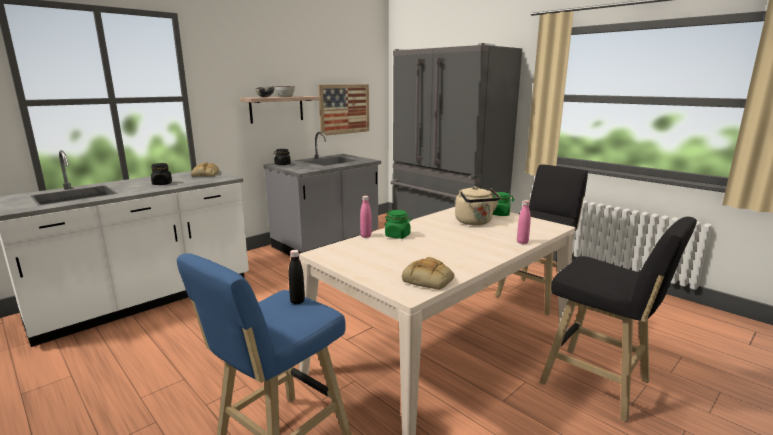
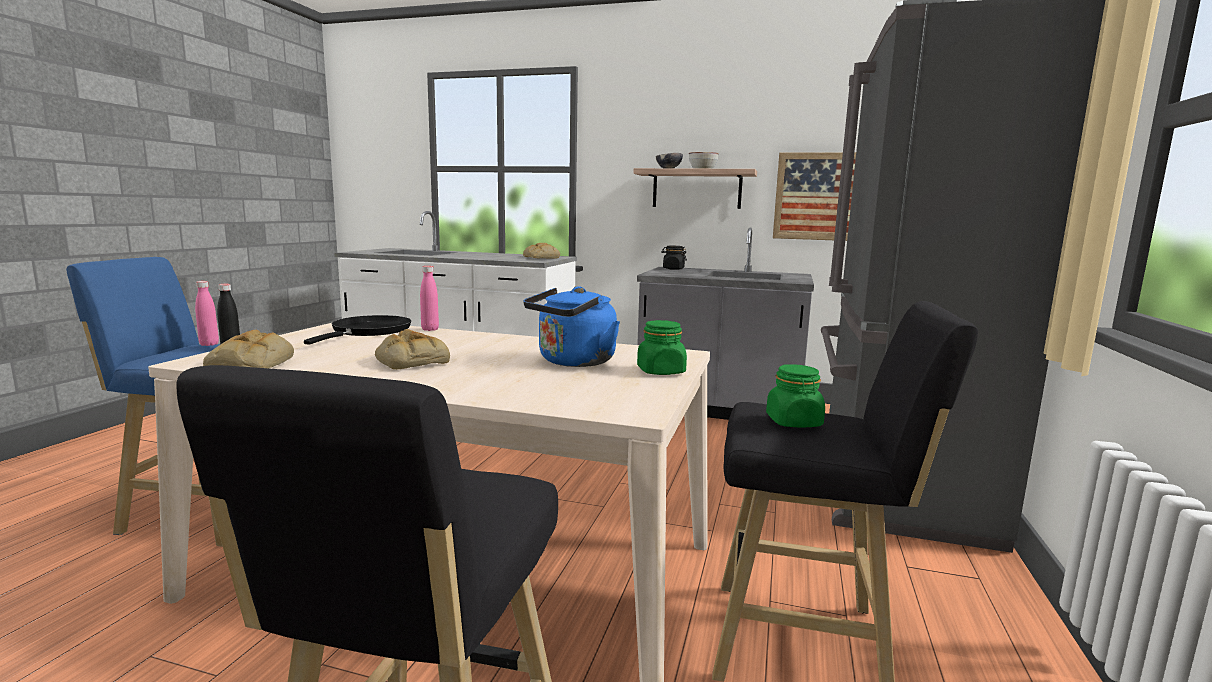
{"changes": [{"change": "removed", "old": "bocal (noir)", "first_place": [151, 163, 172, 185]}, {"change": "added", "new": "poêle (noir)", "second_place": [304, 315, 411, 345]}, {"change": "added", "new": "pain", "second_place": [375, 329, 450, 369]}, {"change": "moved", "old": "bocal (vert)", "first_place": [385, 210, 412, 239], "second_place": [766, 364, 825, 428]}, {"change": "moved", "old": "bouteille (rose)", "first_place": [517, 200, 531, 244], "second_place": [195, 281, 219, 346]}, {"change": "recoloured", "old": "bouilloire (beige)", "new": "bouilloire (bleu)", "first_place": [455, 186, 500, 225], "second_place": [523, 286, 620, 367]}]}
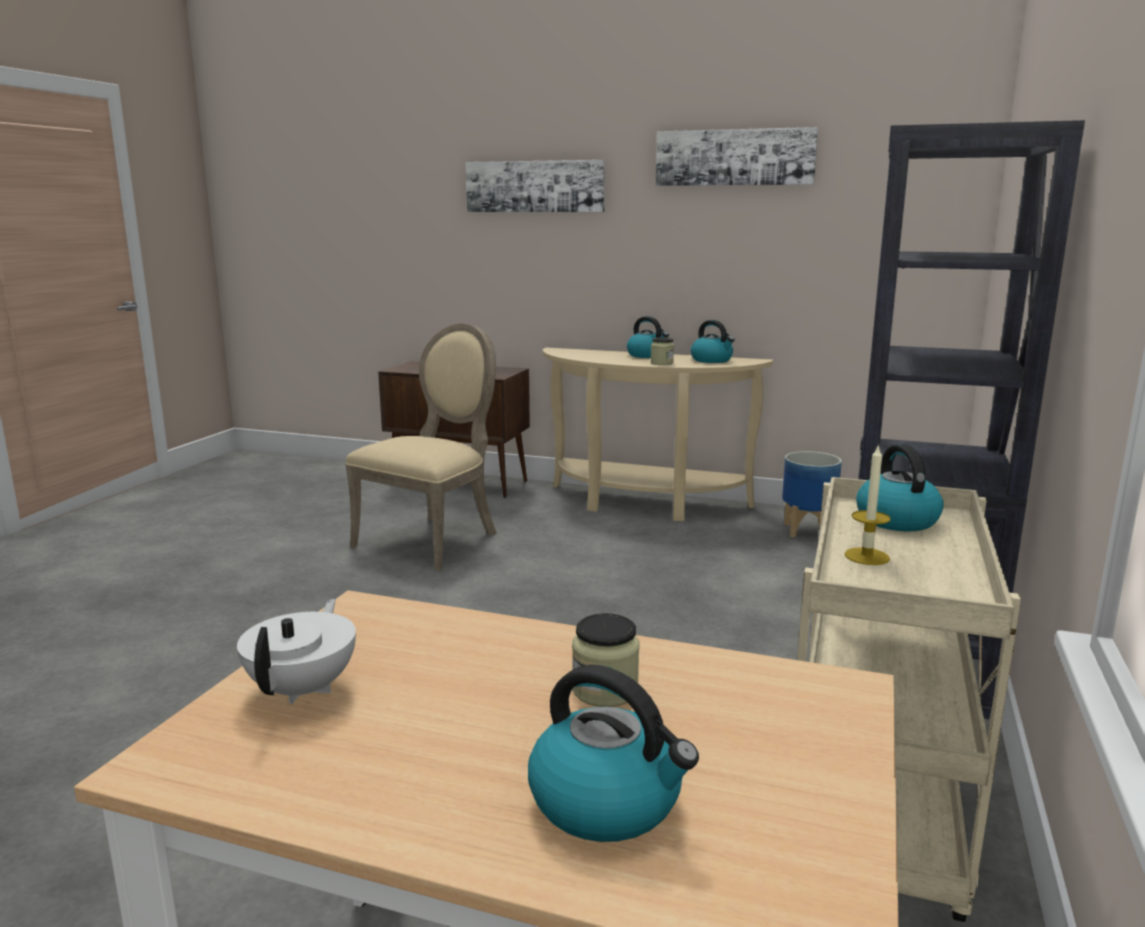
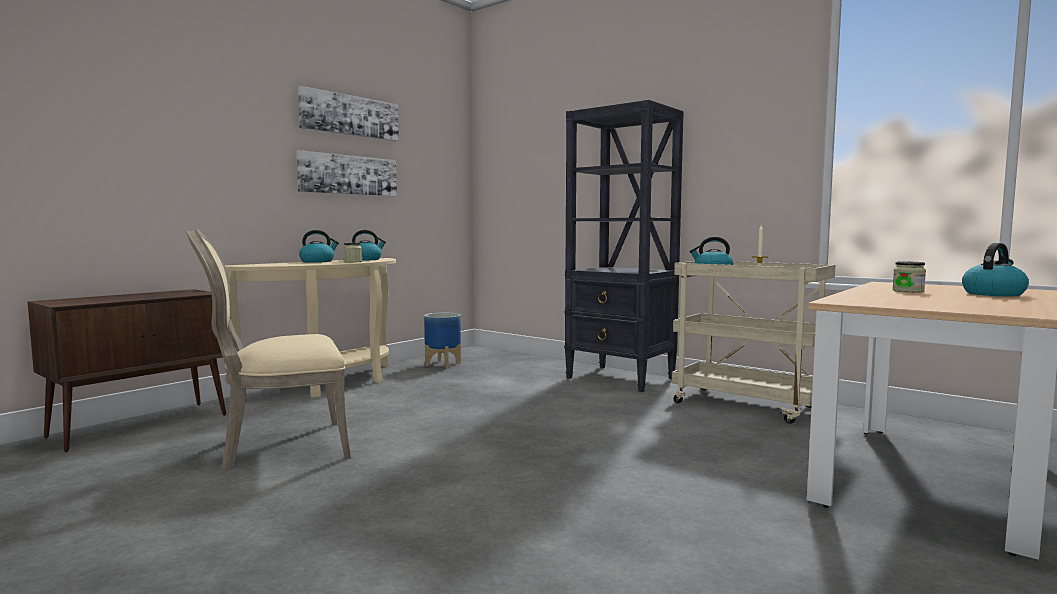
{"changes": [{"change": "removed", "old": "théière (blanc)", "first_place": [237, 599, 356, 704]}, {"change": "moved", "old": "tableau", "first_place": [465, 160, 605, 212], "second_place": [296, 150, 397, 196]}, {"change": "turned", "old": "chaise (beige)", "first_place": [345, 324, 497, 571], "second_place": [186, 229, 351, 471], "degrees": -75}]}
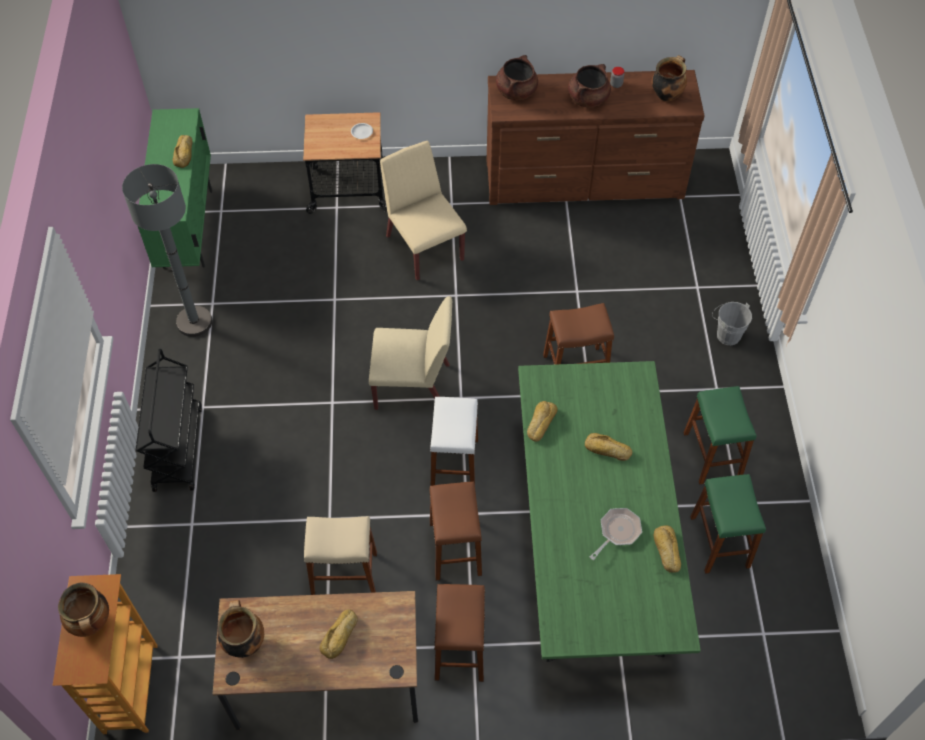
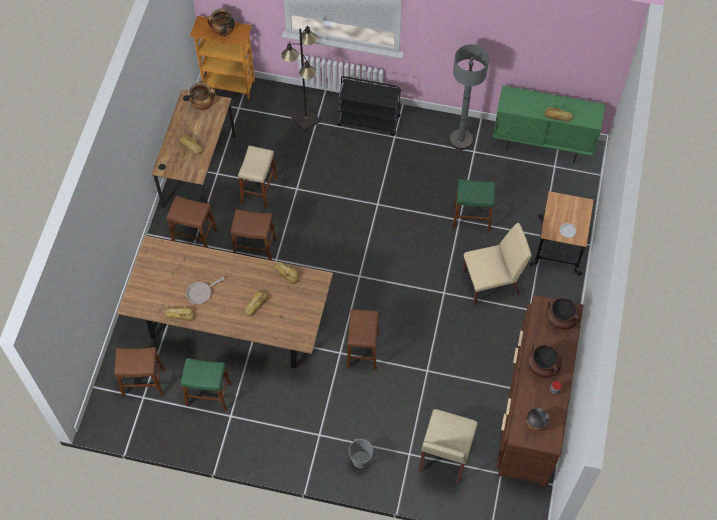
{"changes": [{"change": "removed", "old": "tabouret (blanc)", "first_place": [430, 397, 478, 486]}, {"change": "added", "new": "tabouret (marron)", "second_place": [114, 347, 165, 397]}, {"change": "added", "new": "lampadaire (noir)", "second_place": [281, 26, 321, 132]}, {"change": "moved", "old": "chaise (beige)", "first_place": [369, 296, 452, 410], "second_place": [419, 409, 478, 483]}, {"change": "moved", "old": "tabouret (vert)", "first_place": [683, 386, 756, 484], "second_place": [452, 179, 495, 231]}, {"change": "replaced", "old": "marmite", "new": "bol", "first_place": [652, 55, 687, 101], "second_place": [527, 408, 549, 431]}, {"change": "recoloured", "old": "table à manger (vert)", "new": "table à manger (marron)", "first_place": [518, 361, 701, 662], "second_place": [117, 236, 333, 369]}, {"change": "turned", "old": "poêle", "first_place": [590, 508, 642, 560], "second_place": [186, 277, 224, 304], "degrees": 90}]}
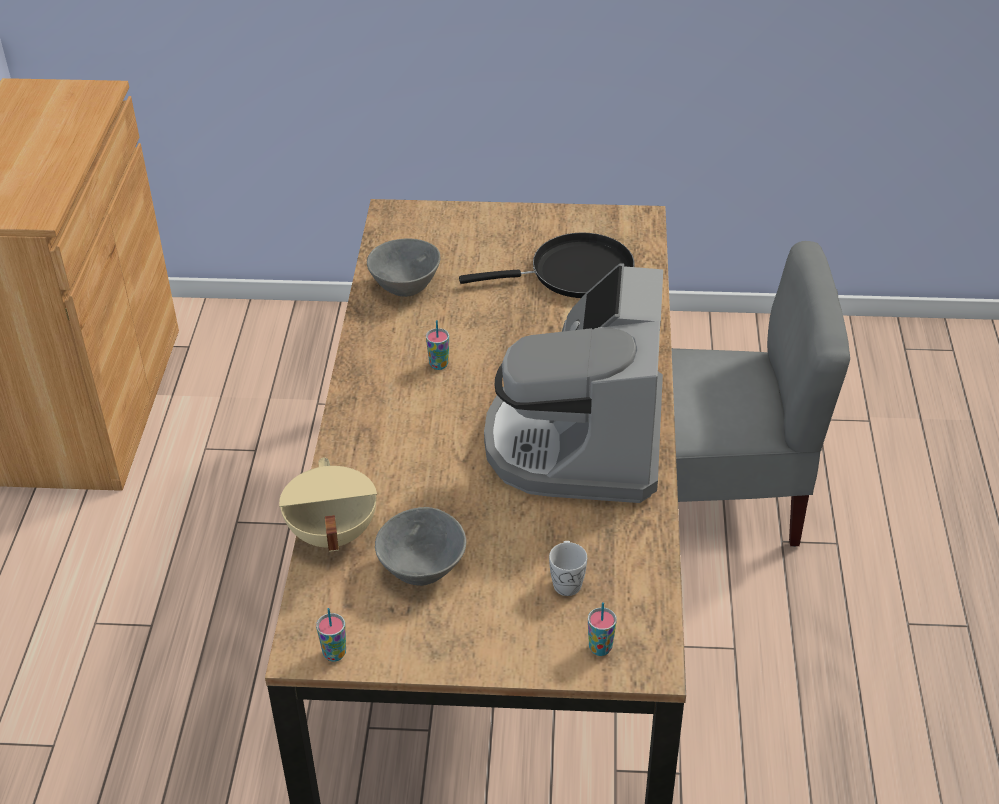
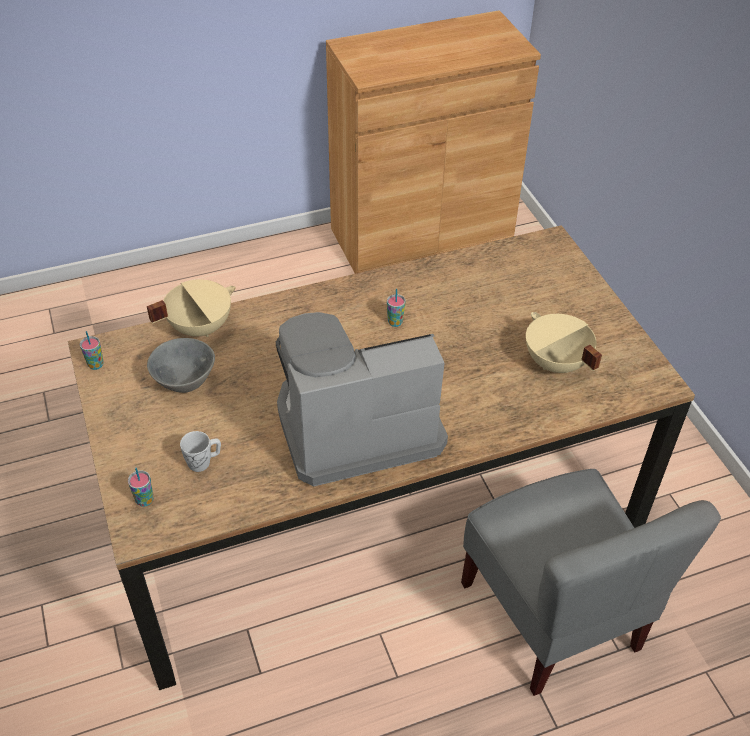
{"changes": [{"change": "removed", "old": "bol (gris)", "first_place": [367, 239, 440, 297]}, {"change": "replaced", "old": "poêle (noir)", "new": "marmite (beige)", "first_place": [459, 232, 634, 298], "second_place": [526, 312, 602, 373]}]}
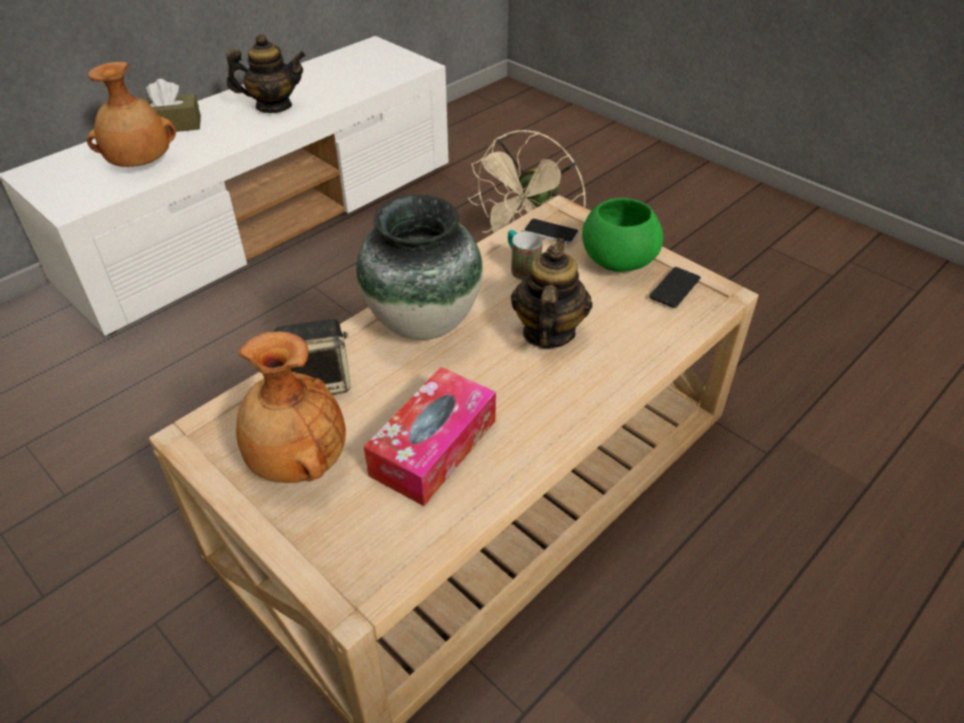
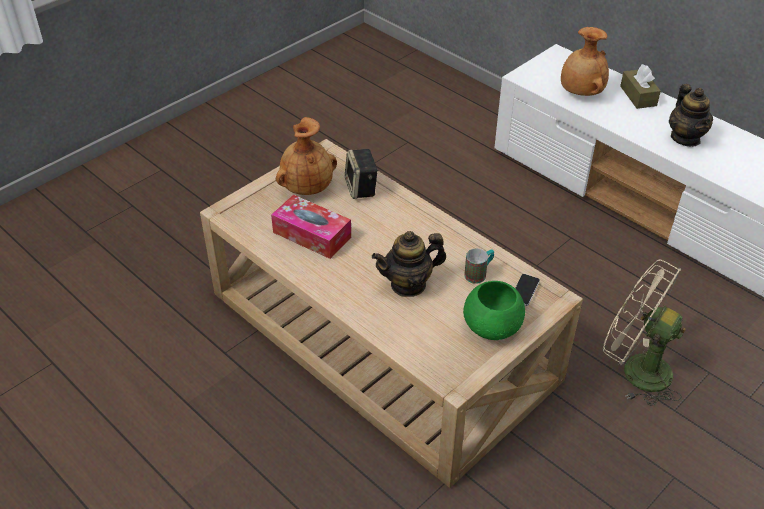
{"changes": [{"change": "removed", "old": "vase", "first_place": [356, 195, 483, 340]}, {"change": "removed", "old": "téléphone", "first_place": [649, 267, 701, 308]}, {"change": "turned", "old": "théière", "first_place": [511, 238, 592, 348], "second_place": [372, 231, 446, 297], "degrees": 150}]}
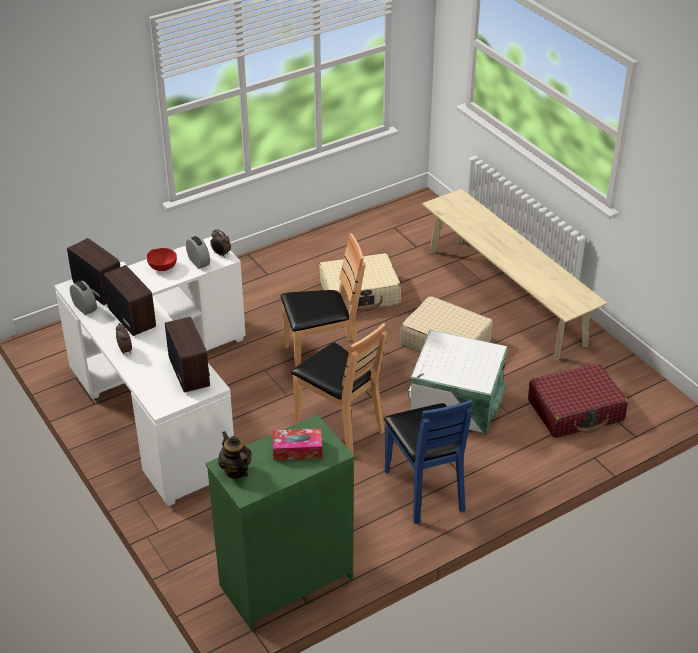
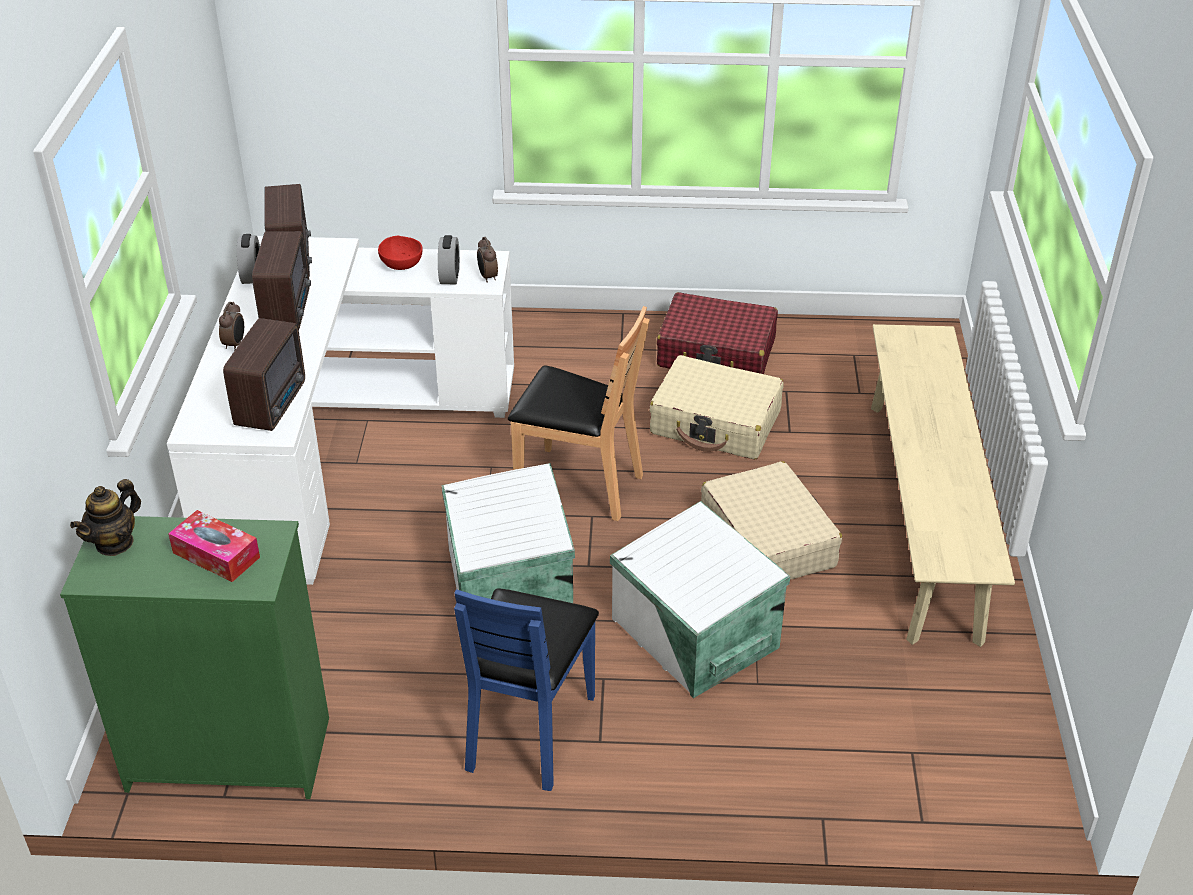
{"changes": [{"change": "moved", "old": "valise (rouge)", "first_place": [528, 363, 628, 438], "second_place": [656, 292, 778, 374]}, {"change": "replaced", "old": "chaise (marron)", "new": "boîte de rangement (blanc)", "first_place": [291, 323, 387, 455], "second_place": [442, 463, 575, 603]}, {"change": "turned", "old": "théière", "first_place": [218, 431, 252, 479], "second_place": [70, 479, 141, 556], "degrees": -150}]}
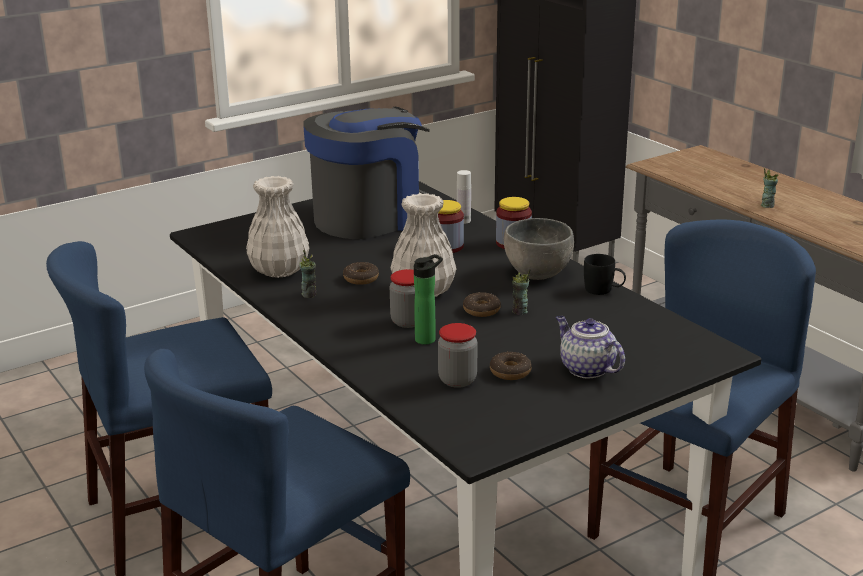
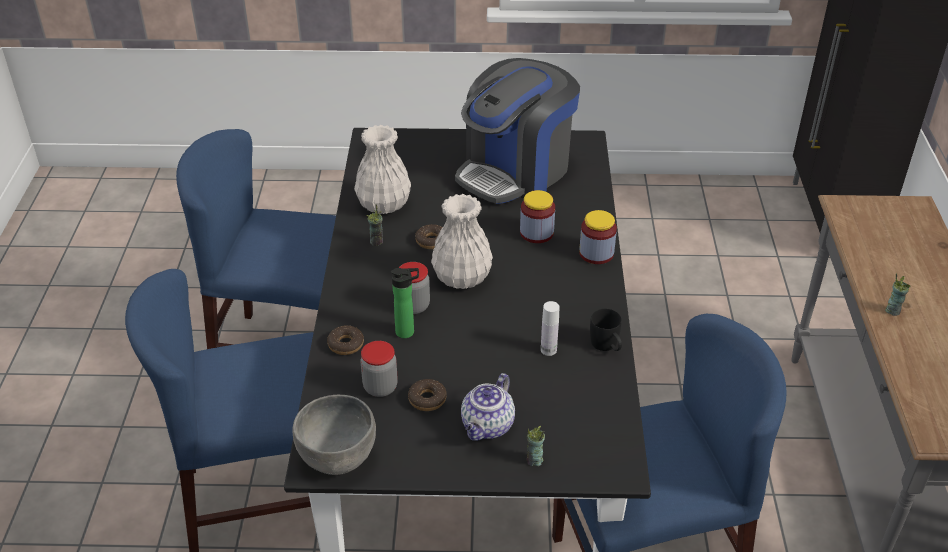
{"changes": [{"change": "moved", "old": "bouteille (blanc)", "first_place": [457, 170, 471, 224], "second_place": [541, 301, 559, 356]}, {"change": "moved", "old": "beignet", "first_place": [463, 292, 501, 317], "second_place": [327, 325, 364, 355]}, {"change": "moved", "old": "bol (gris)", "first_place": [504, 218, 574, 280], "second_place": [292, 395, 376, 475]}, {"change": "moved", "old": "tasse", "first_place": [512, 269, 530, 315], "second_place": [526, 426, 545, 466]}, {"change": "turned", "old": "machine à café", "first_place": [303, 107, 430, 239], "second_place": [455, 58, 580, 204], "degrees": 135}, {"change": "turned", "old": "théière", "first_place": [556, 316, 625, 378], "second_place": [461, 373, 515, 441], "degrees": -150}]}
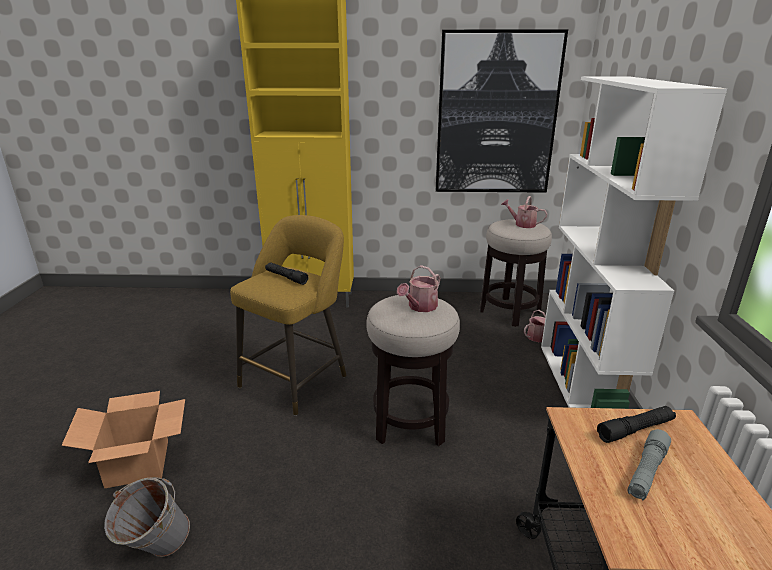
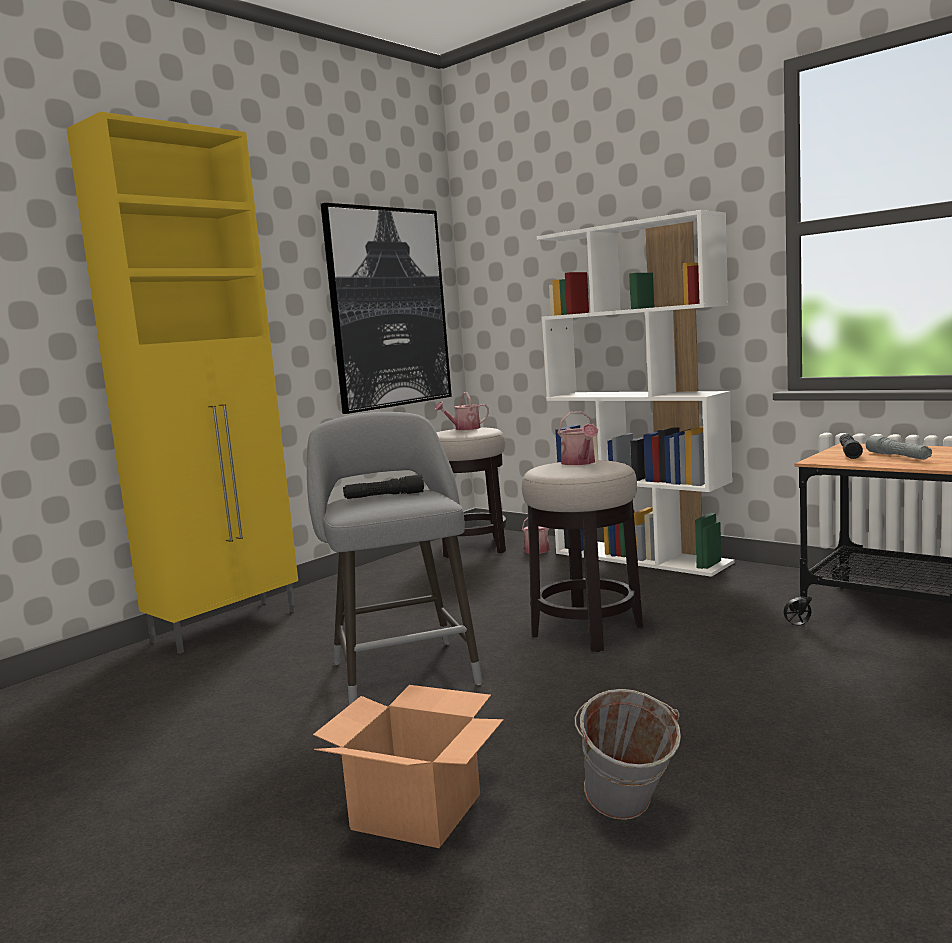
{"changes": [{"change": "recoloured", "old": "tabouret (jaune)", "new": "tabouret (gris)", "first_place": [230, 215, 347, 416], "second_place": [307, 412, 482, 705]}]}
